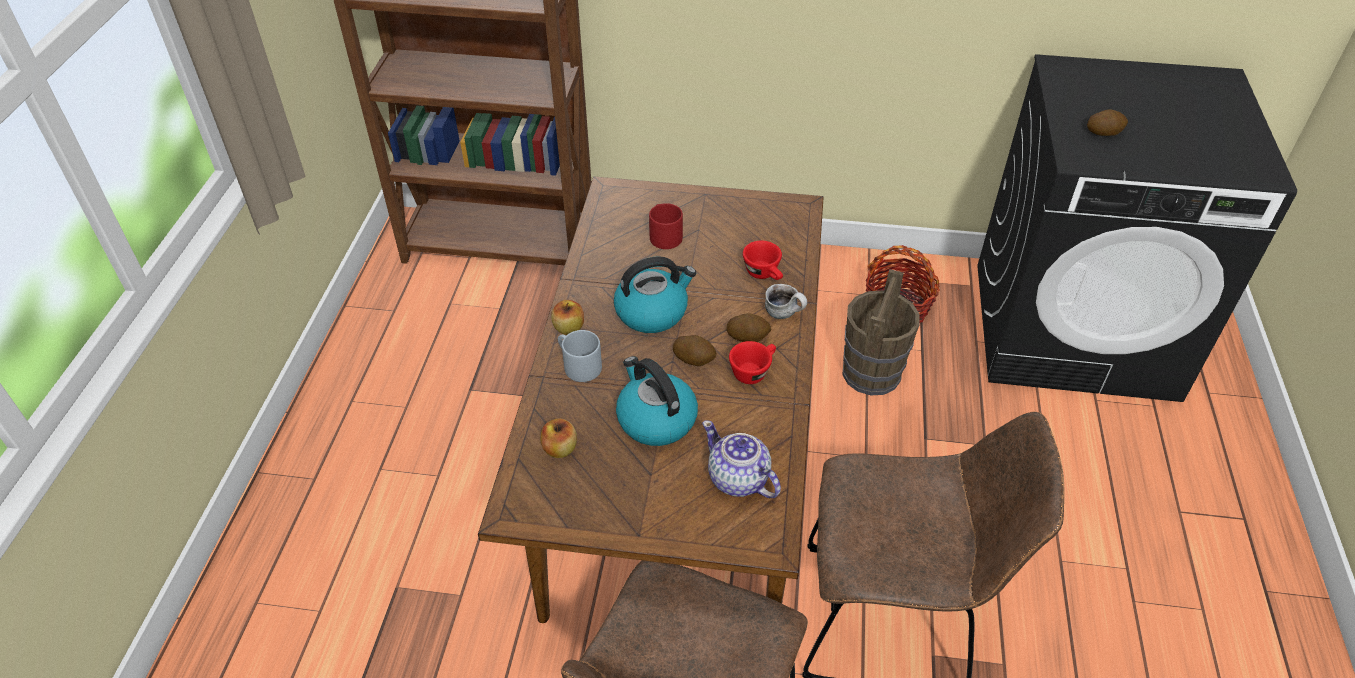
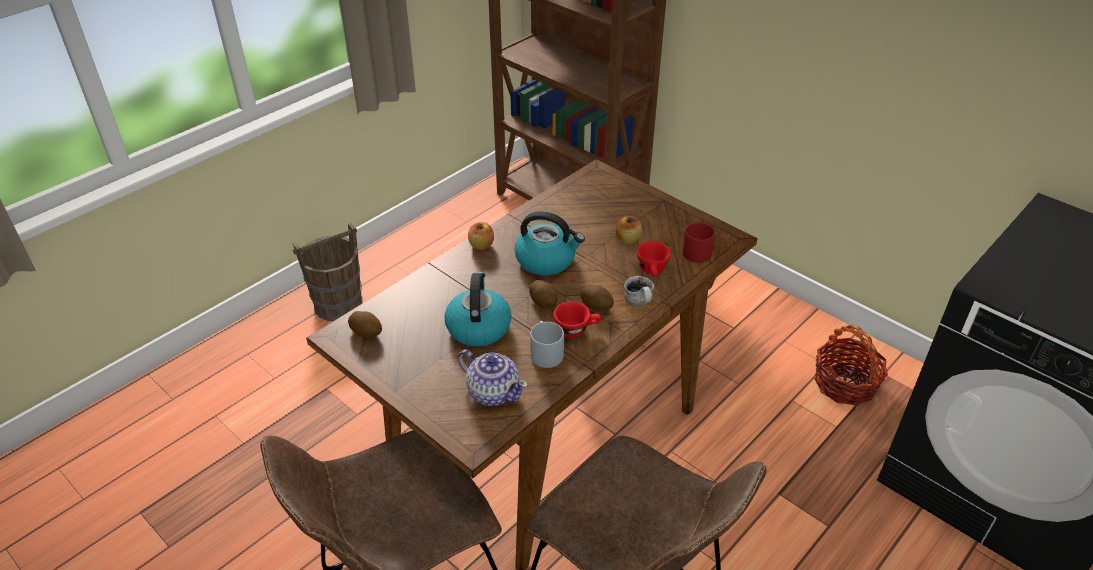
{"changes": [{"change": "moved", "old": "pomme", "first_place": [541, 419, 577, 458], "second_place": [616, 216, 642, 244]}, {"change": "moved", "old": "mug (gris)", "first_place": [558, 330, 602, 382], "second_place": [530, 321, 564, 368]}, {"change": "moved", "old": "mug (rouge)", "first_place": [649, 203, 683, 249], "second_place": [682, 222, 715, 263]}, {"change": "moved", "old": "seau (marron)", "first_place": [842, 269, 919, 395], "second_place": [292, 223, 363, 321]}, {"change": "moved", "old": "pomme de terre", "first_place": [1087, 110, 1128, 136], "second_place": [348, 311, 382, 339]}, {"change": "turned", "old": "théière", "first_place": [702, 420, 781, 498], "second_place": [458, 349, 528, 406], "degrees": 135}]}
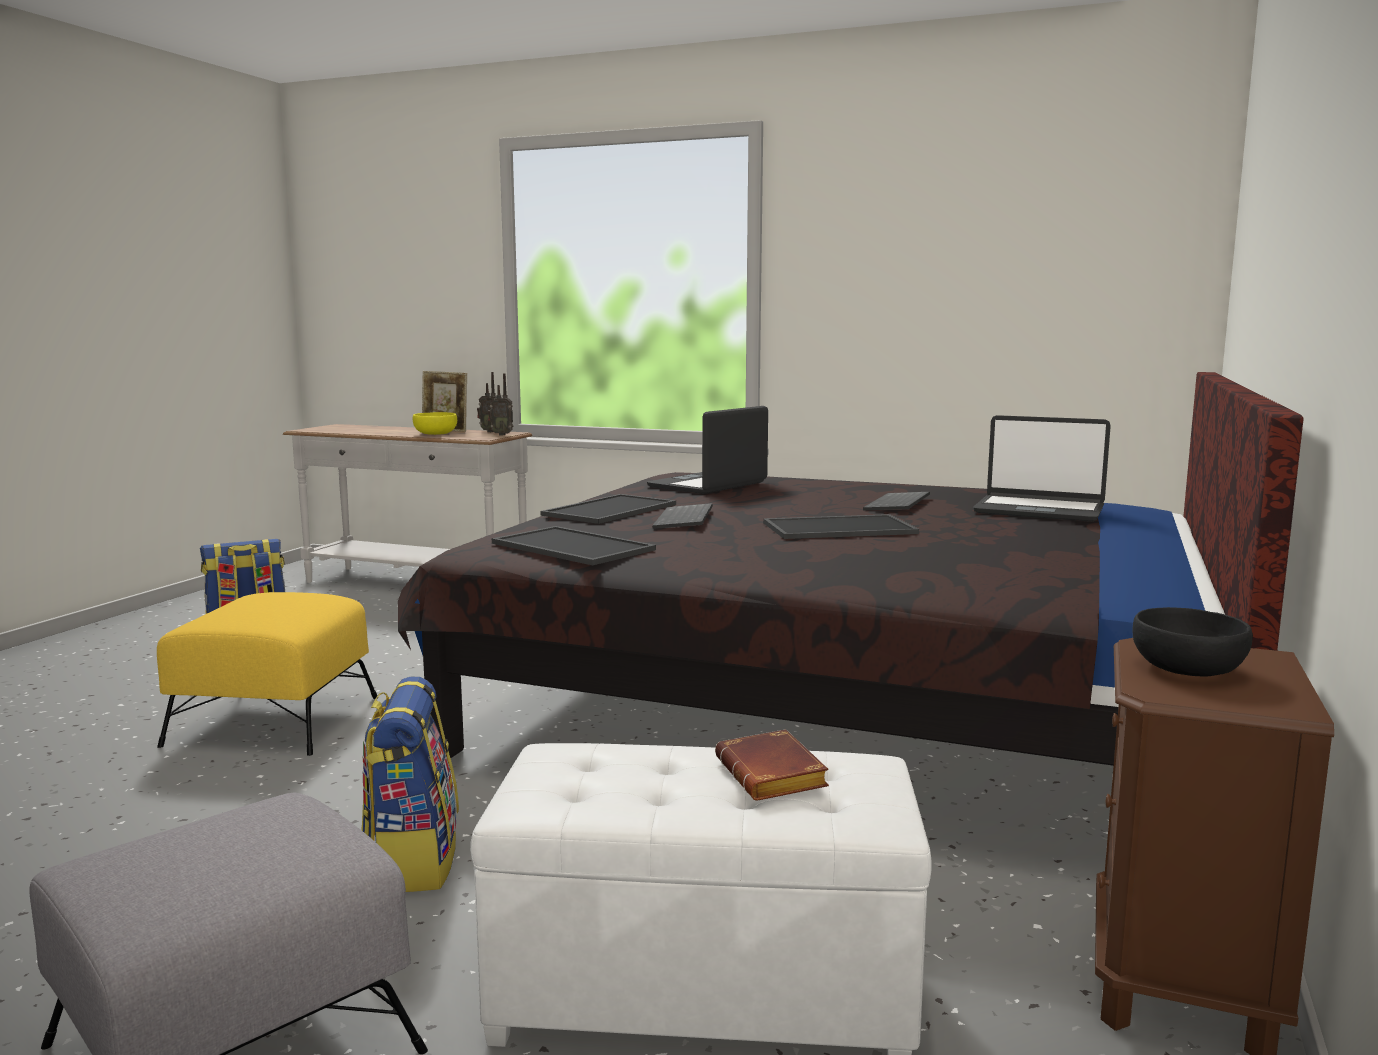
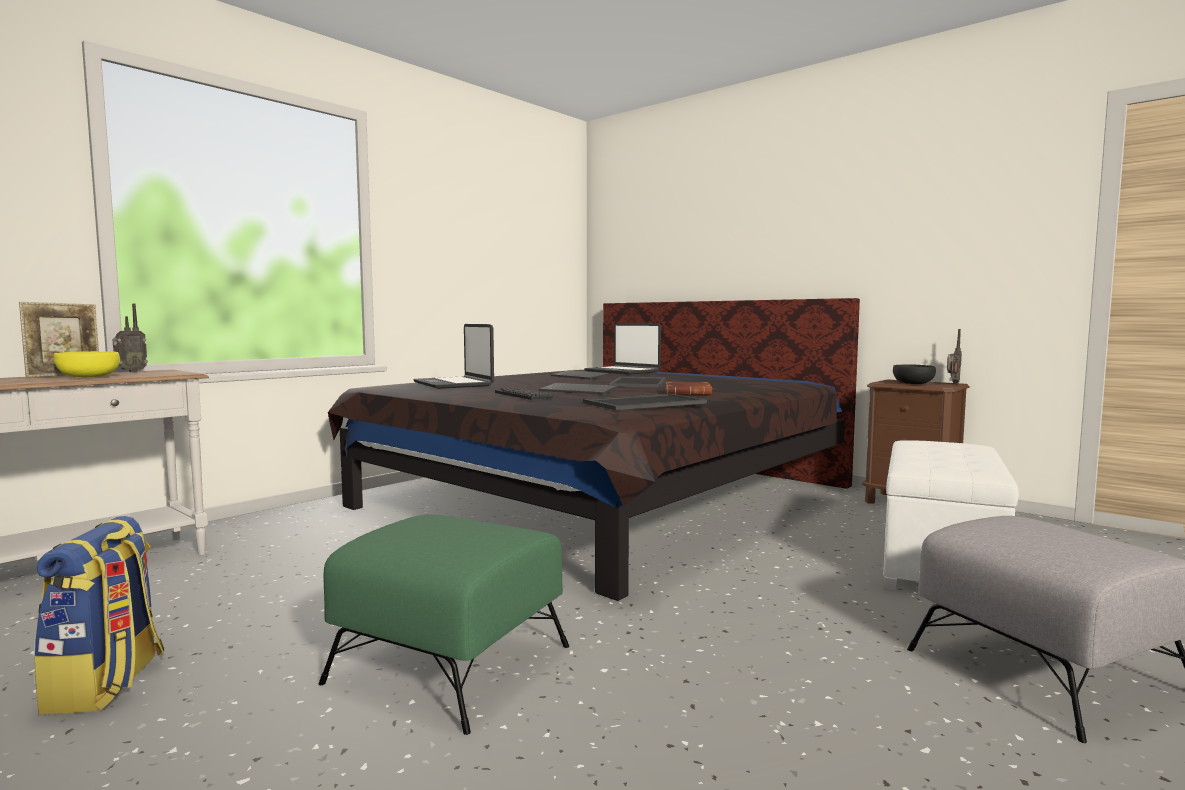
{"changes": [{"change": "removed", "old": "sac à dos", "first_place": [361, 677, 459, 892]}, {"change": "moved", "old": "radio", "first_place": [488, 373, 513, 435], "second_place": [947, 329, 962, 384]}, {"change": "moved", "old": "livre (marron)", "first_place": [715, 729, 829, 801], "second_place": [665, 382, 712, 395]}, {"change": "replaced", "old": "plateau", "new": "clavier", "first_place": [540, 494, 676, 524], "second_place": [495, 388, 553, 400]}, {"change": "recoloured", "old": "pouf (jaune)", "new": "pouf (vert)", "first_place": [157, 592, 378, 756], "second_place": [319, 514, 569, 735]}, {"change": "turned", "old": "ordinateur portable", "first_place": [973, 415, 1111, 522], "second_place": [584, 323, 661, 375], "degrees": 90}]}
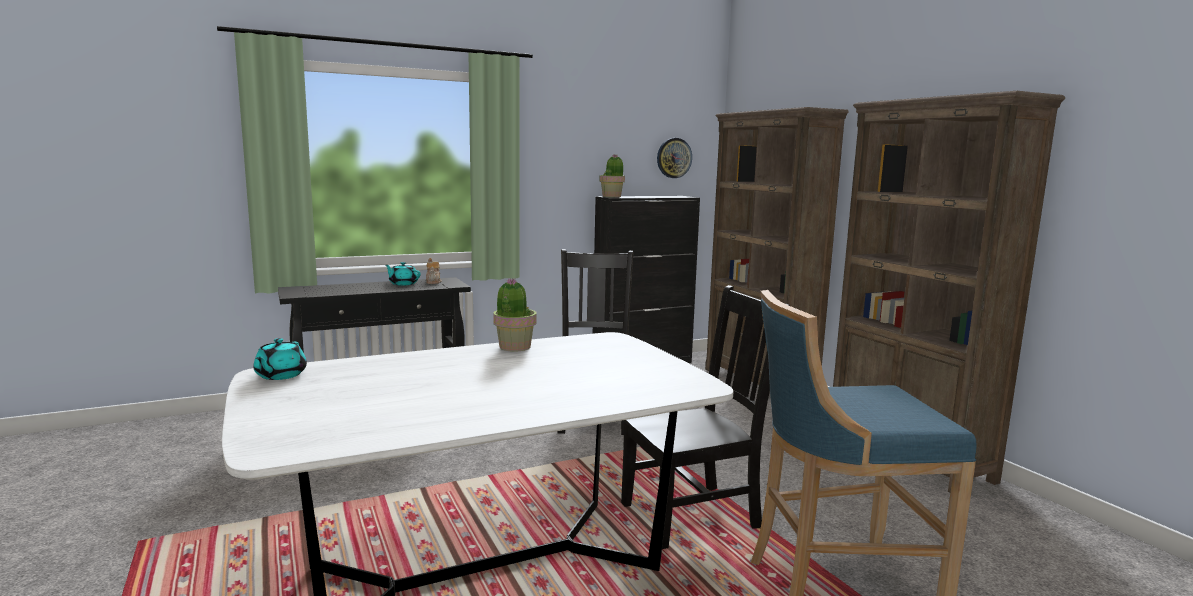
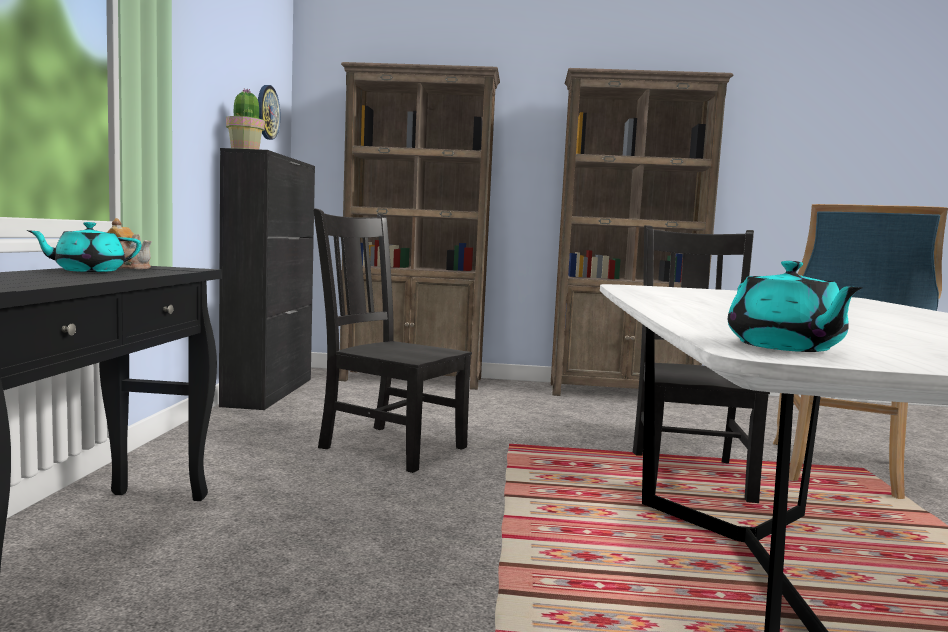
{"changes": [{"change": "removed", "old": "plante en pot", "first_place": [493, 279, 536, 352]}, {"change": "turned", "old": "théière (turquoise)", "first_place": [253, 338, 307, 380], "second_place": [728, 261, 863, 352], "degrees": 45}]}
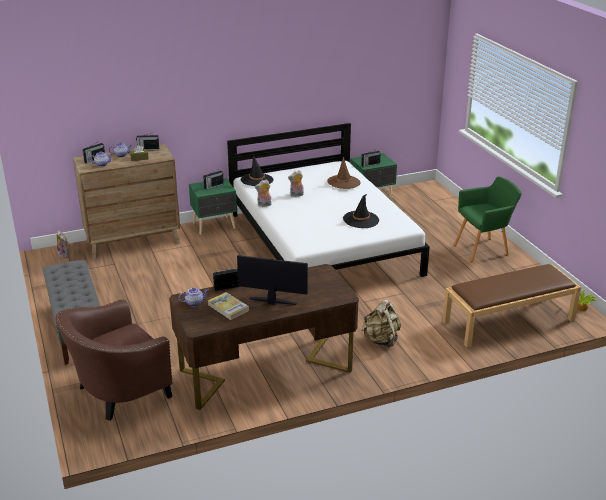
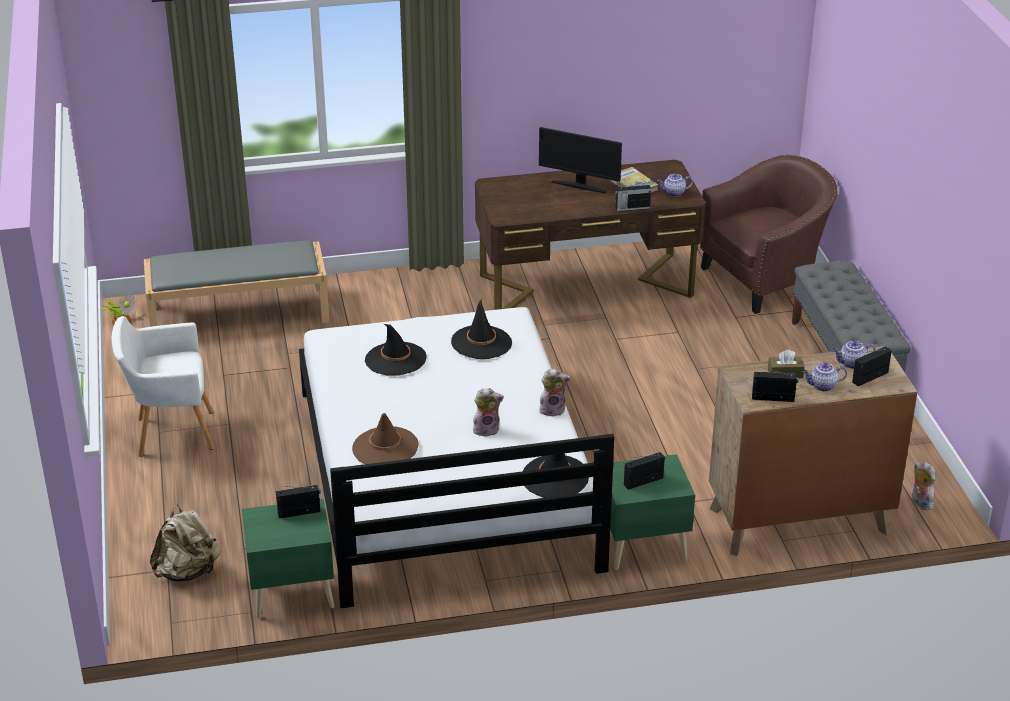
{"changes": [{"change": "added", "new": "chapeau (noir)", "second_place": [451, 298, 512, 359]}, {"change": "moved", "old": "sac à dos (beige)", "first_place": [361, 299, 401, 348], "second_place": [150, 504, 220, 582]}, {"change": "recoloured", "old": "banc (marron)", "new": "banc (gris)", "first_place": [442, 264, 581, 347], "second_place": [144, 241, 330, 327]}, {"change": "recoloured", "old": "fauteuil (vert)", "new": "fauteuil (blanc)", "first_place": [454, 176, 522, 262], "second_place": [112, 316, 215, 457]}]}
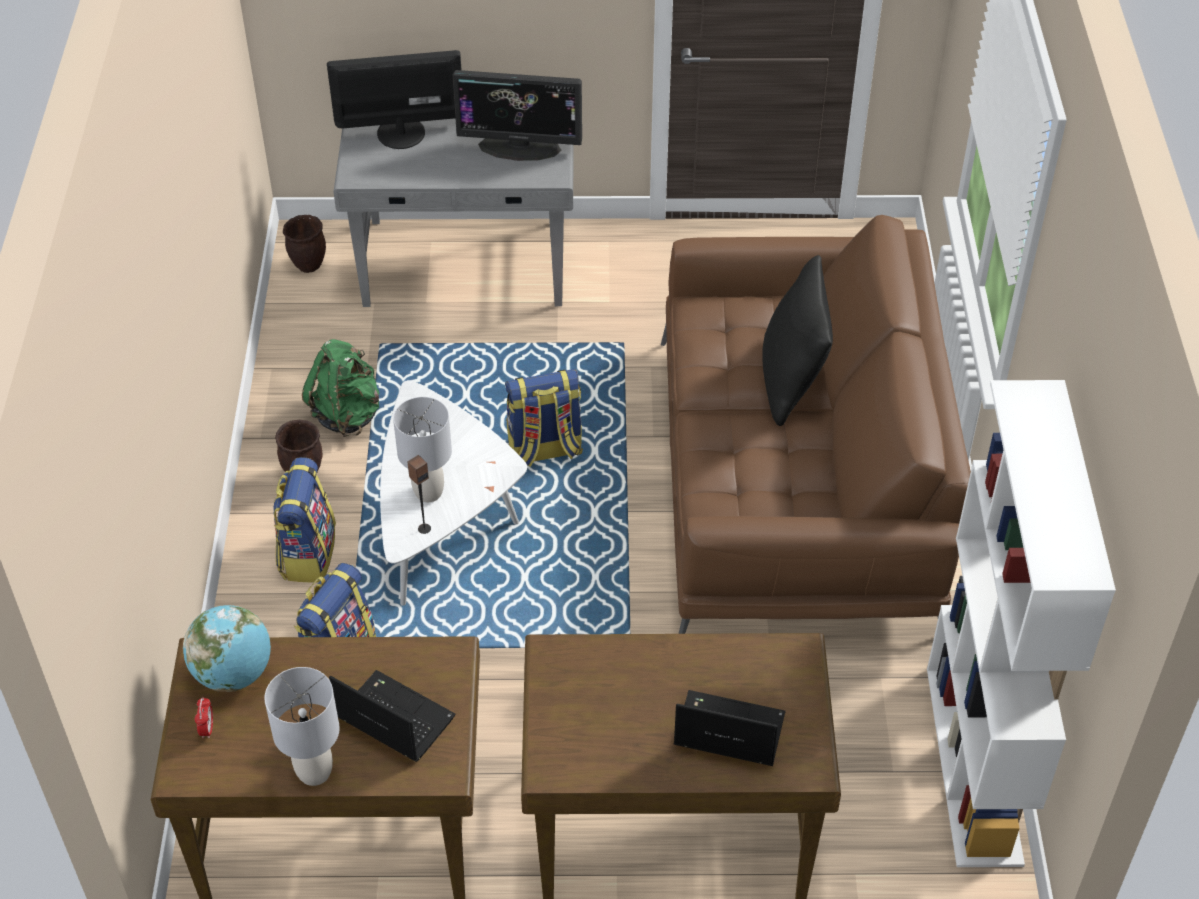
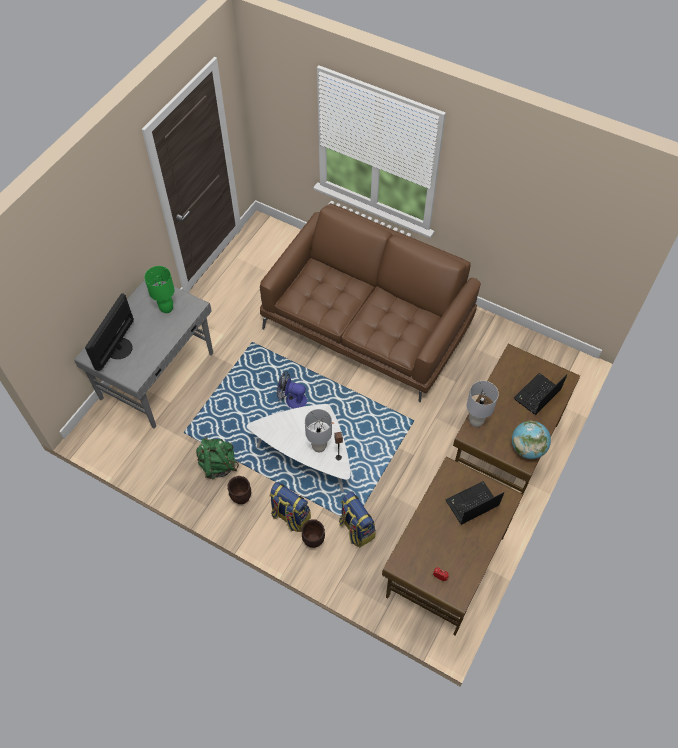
{"changes": [{"change": "removed", "old": "coussin (noir)", "first_place": [762, 255, 833, 426]}, {"change": "removed", "old": "bibliothèque (blanc)", "first_place": [927, 380, 1116, 867]}, {"change": "moved", "old": "globe", "first_place": [183, 605, 271, 692], "second_place": [512, 421, 551, 459]}, {"change": "moved", "old": "lampe de table (gris)", "first_place": [264, 667, 340, 786], "second_place": [467, 381, 499, 427]}, {"change": "moved", "old": "cache-pot (marron)", "first_place": [283, 215, 326, 273], "second_place": [301, 520, 325, 548]}, {"change": "replaced", "old": "écran d'ordinateur", "new": "lampe de table (vert)", "first_place": [452, 70, 582, 161], "second_place": [144, 266, 175, 313]}, {"change": "replaced", "old": "sac à dos", "new": "ventilateur", "first_place": [505, 369, 583, 467], "second_place": [277, 371, 307, 409]}]}
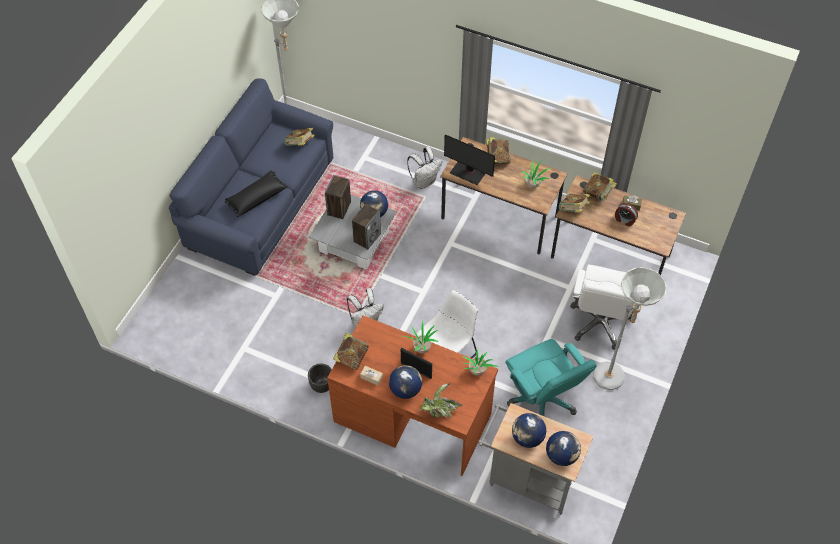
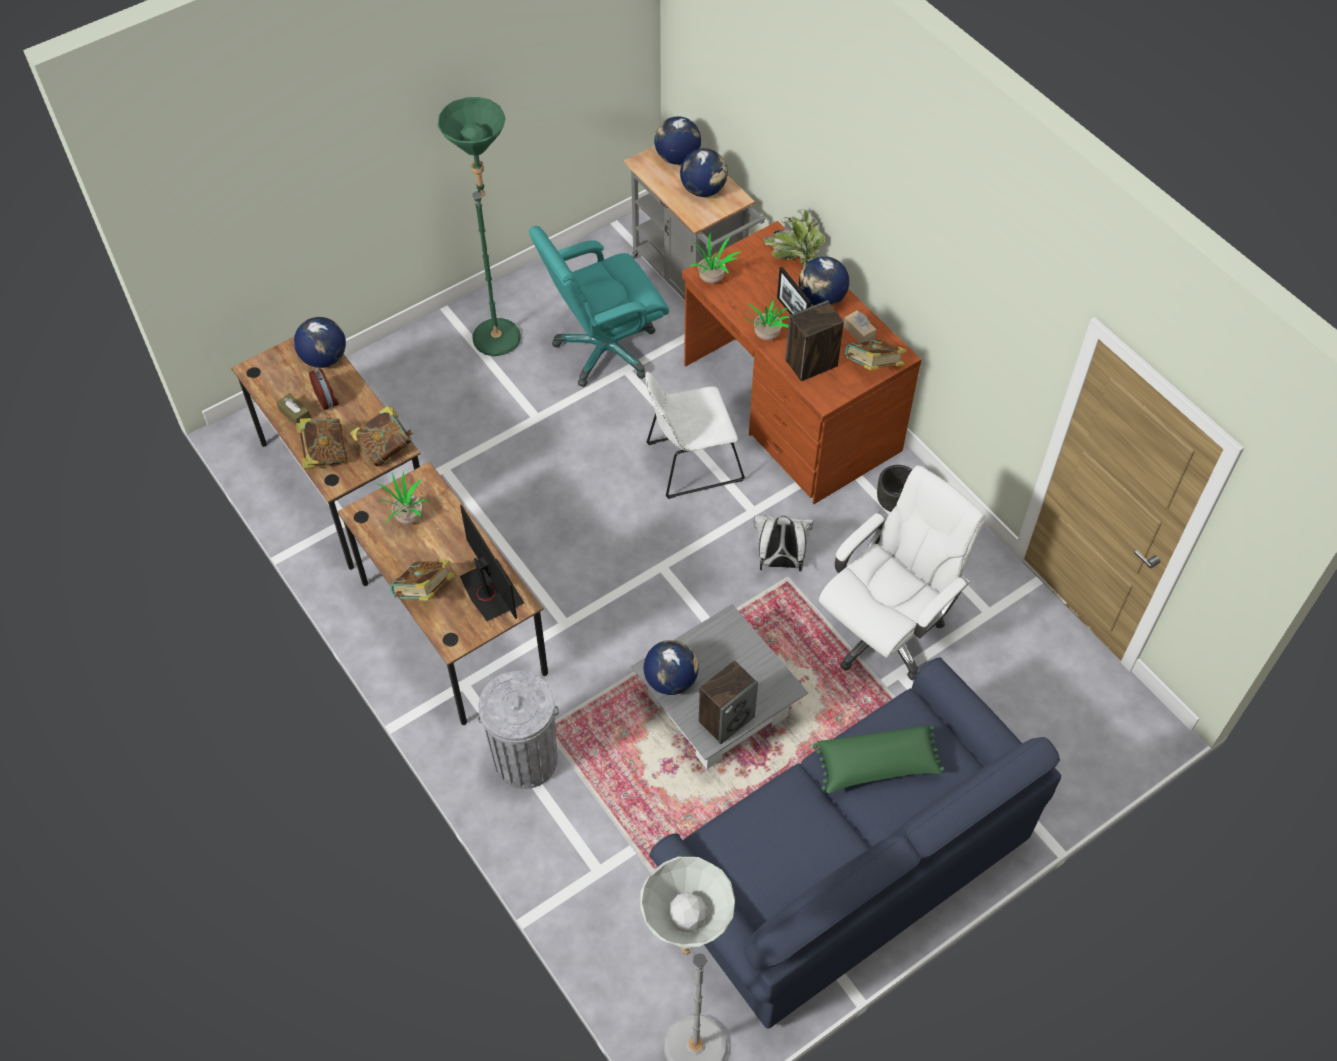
{"changes": [{"change": "removed", "old": "livre", "first_place": [284, 128, 315, 146]}, {"change": "added", "new": "globe", "second_place": [294, 317, 346, 368]}, {"change": "moved", "old": "enceinte", "first_place": [352, 204, 381, 250], "second_place": [785, 300, 844, 381]}, {"change": "moved", "old": "chaise de bureau (blanc)", "first_place": [570, 264, 635, 350], "second_place": [819, 465, 985, 680]}, {"change": "replaced", "old": "sac à dos (blanc)", "new": "poubelle (gris)", "first_place": [407, 147, 442, 189], "second_place": [478, 671, 559, 789]}, {"change": "recoloured", "old": "coussin (noir)", "new": "coussin (vert)", "first_place": [224, 170, 288, 217], "second_place": [813, 725, 945, 793]}, {"change": "recoloured", "old": "lampadaire (gris)", "new": "lampadaire (vert)", "first_place": [593, 267, 666, 390], "second_place": [438, 97, 521, 356]}, {"change": "turned", "old": "chaise de bureau (turquoise)", "first_place": [505, 339, 597, 416], "second_place": [529, 226, 669, 387], "degrees": -120}]}
